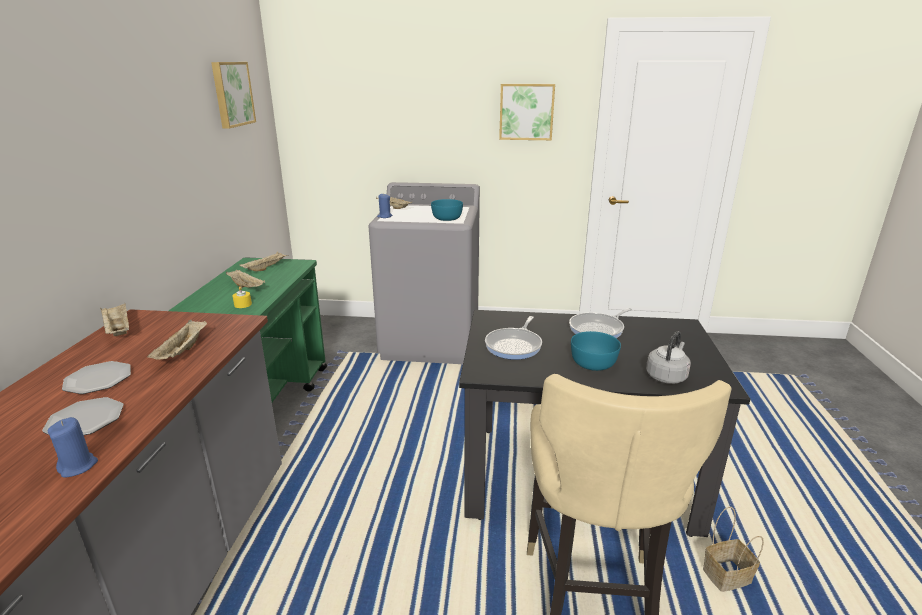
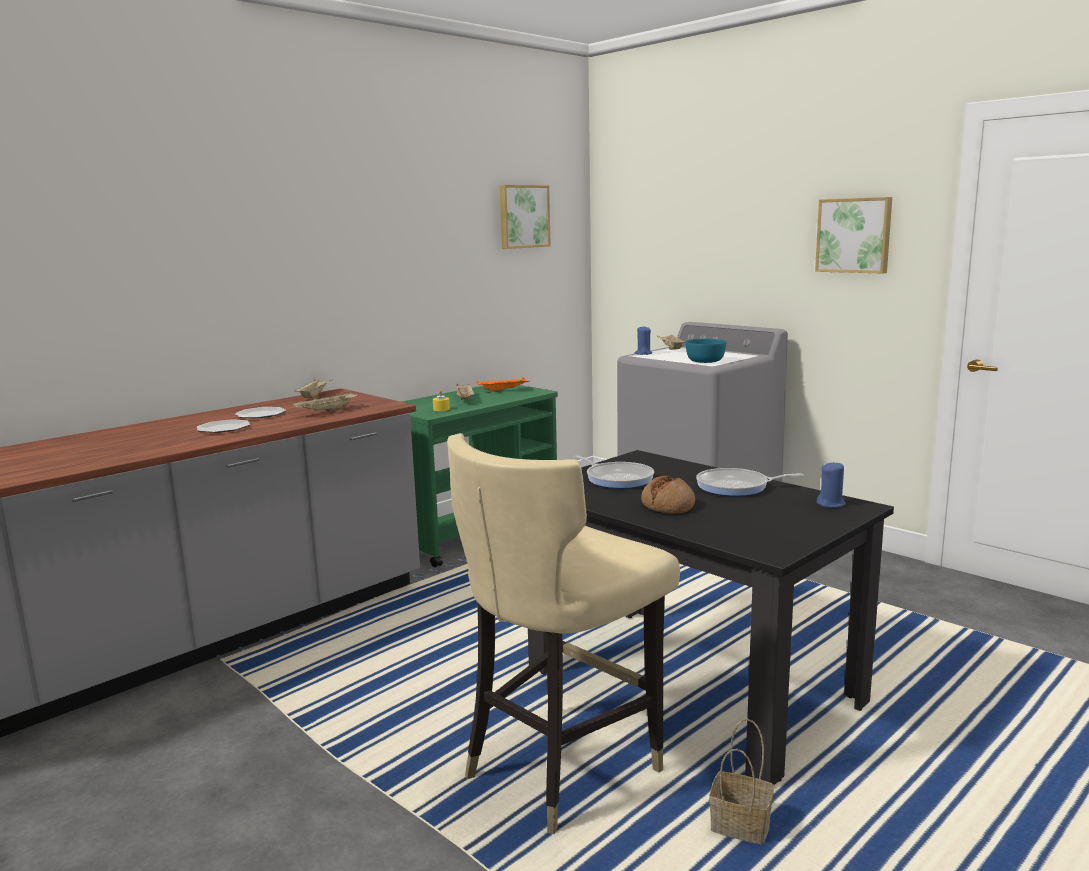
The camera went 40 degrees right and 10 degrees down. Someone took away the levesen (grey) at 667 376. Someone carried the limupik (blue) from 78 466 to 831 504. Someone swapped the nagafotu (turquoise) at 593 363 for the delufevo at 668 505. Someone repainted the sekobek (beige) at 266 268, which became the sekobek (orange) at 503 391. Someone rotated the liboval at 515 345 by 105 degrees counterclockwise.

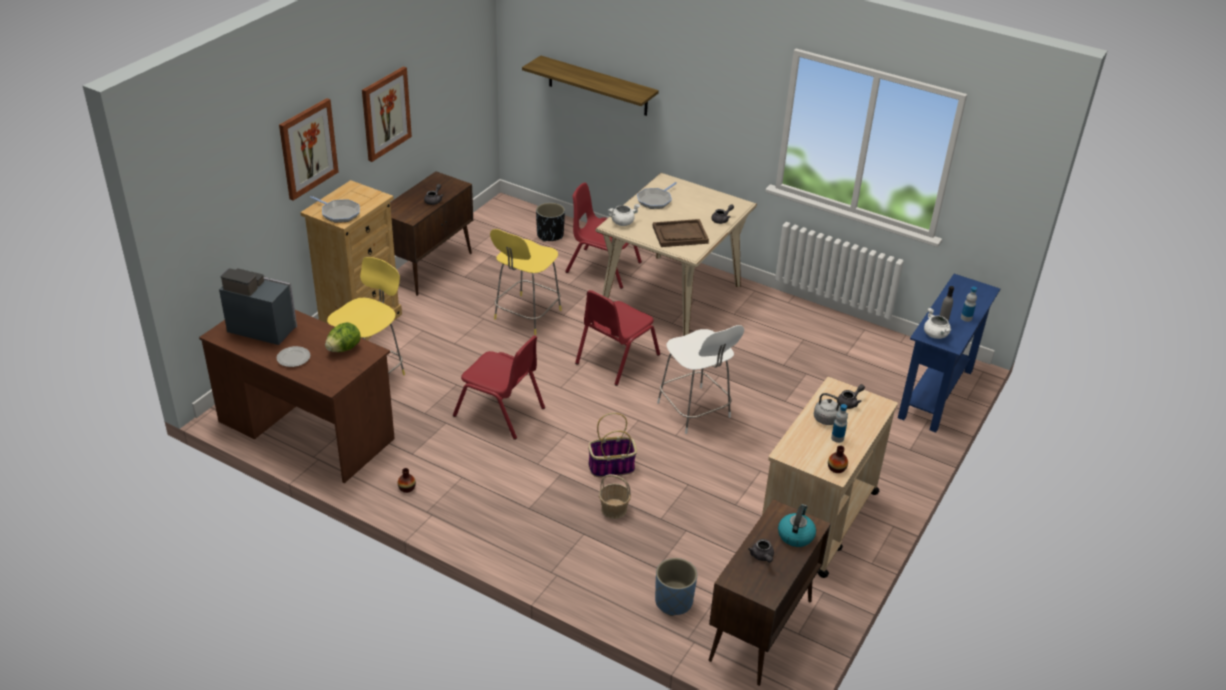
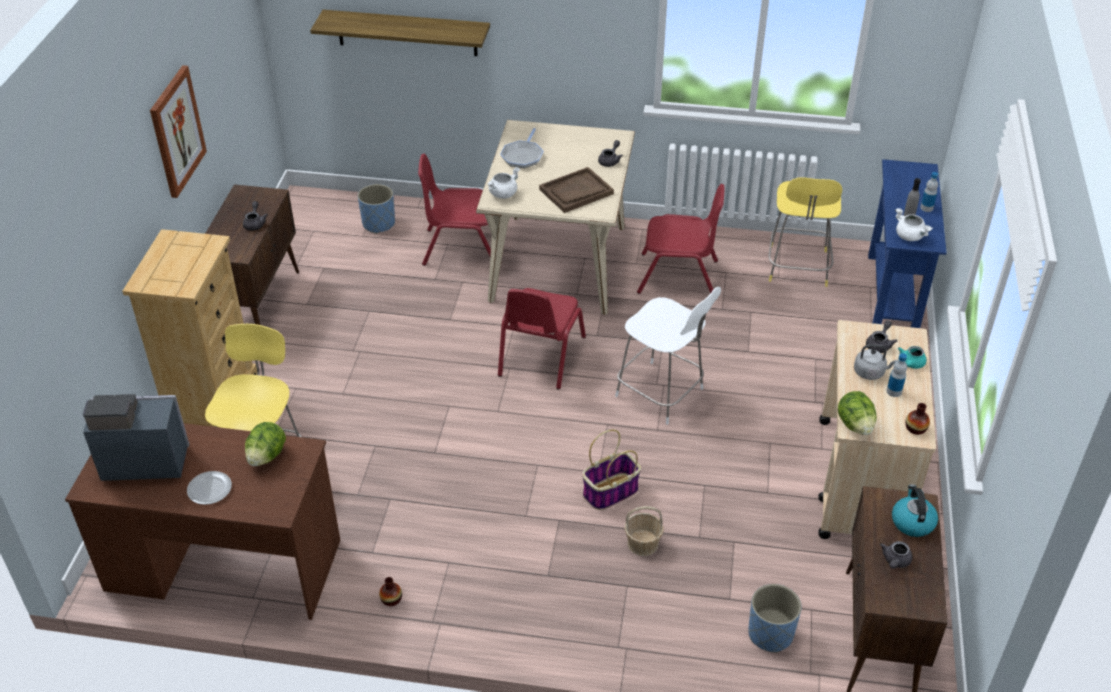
The camera went 20 degrees left and 5 degrees up. Someone took away the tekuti at 308 148. Someone took away the liboval at 339 213. Someone put down the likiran at 855 425. Someone put down the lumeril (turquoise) at 911 364. Someone carried the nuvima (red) from 500 412 to 678 276. Someone carried the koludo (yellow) from 526 316 to 797 268. Someone repainted the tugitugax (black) at 550 235, which became the tugitugax (blue) at 378 224. Someone rotated the lumeril (grey) at 762 557 by 60 degrees clockwise.

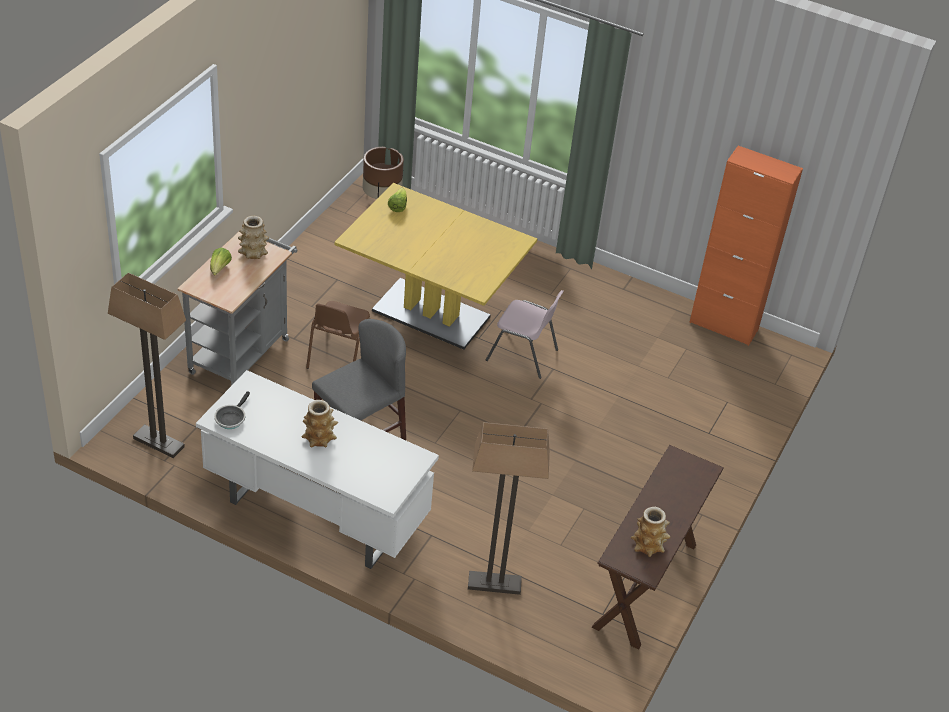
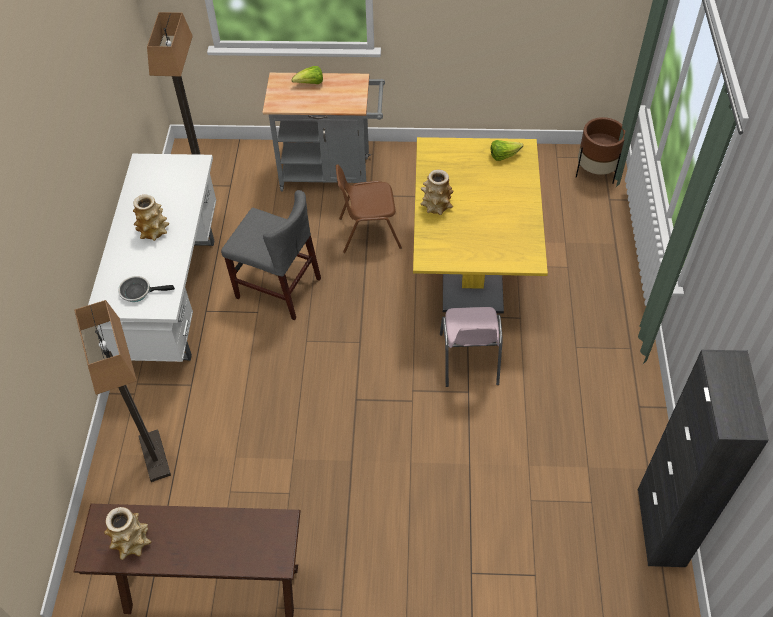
The camera went 70 degrees right and 10 degrees up. Someone carried the liboval from 231 418 to 138 292. Someone carried the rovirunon from 253 253 to 436 206. Someone repainted the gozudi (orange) at 723 326, which became the gozudi (black) at 661 527.

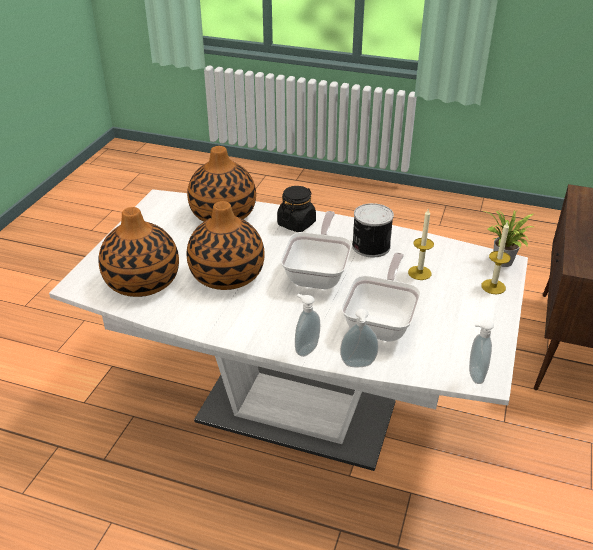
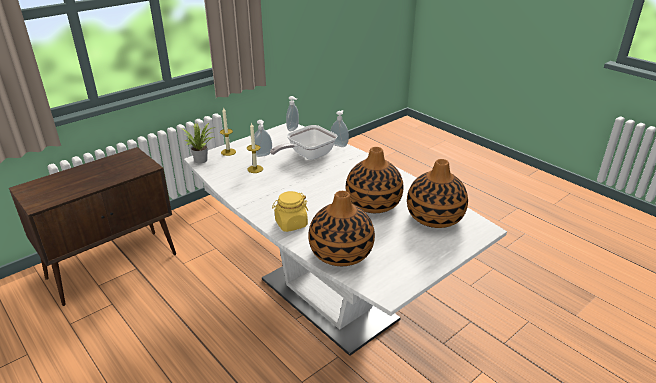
The camera went 150 degrees left and 5 degrees down. Someone took away the liboval at 318 273. Someone took away the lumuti at 370 246. Someone carried the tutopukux from 306 349 to 263 155. Someone repainted the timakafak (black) at 296 223, which became the timakafak (yellow) at 291 224.

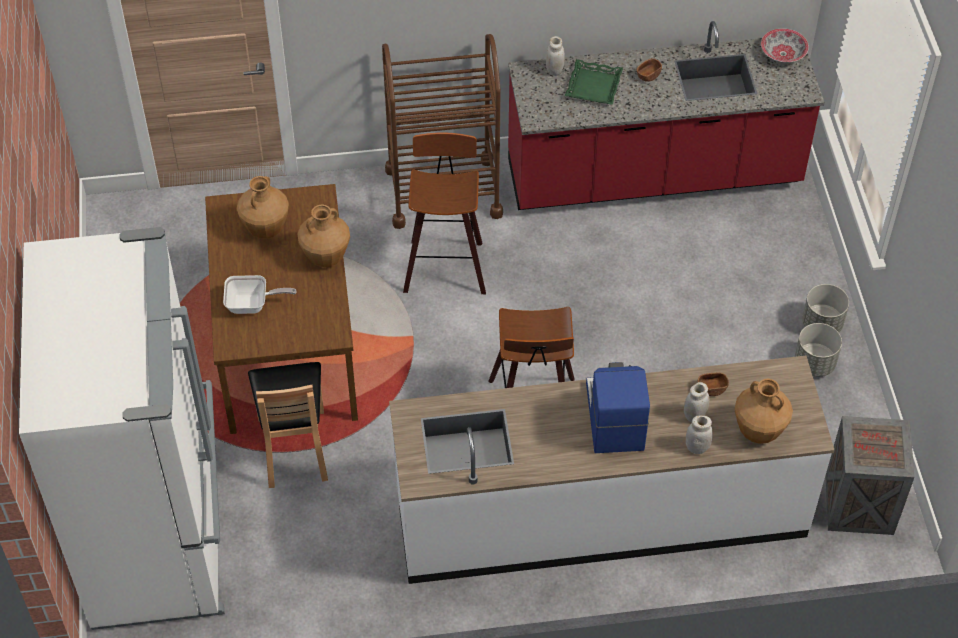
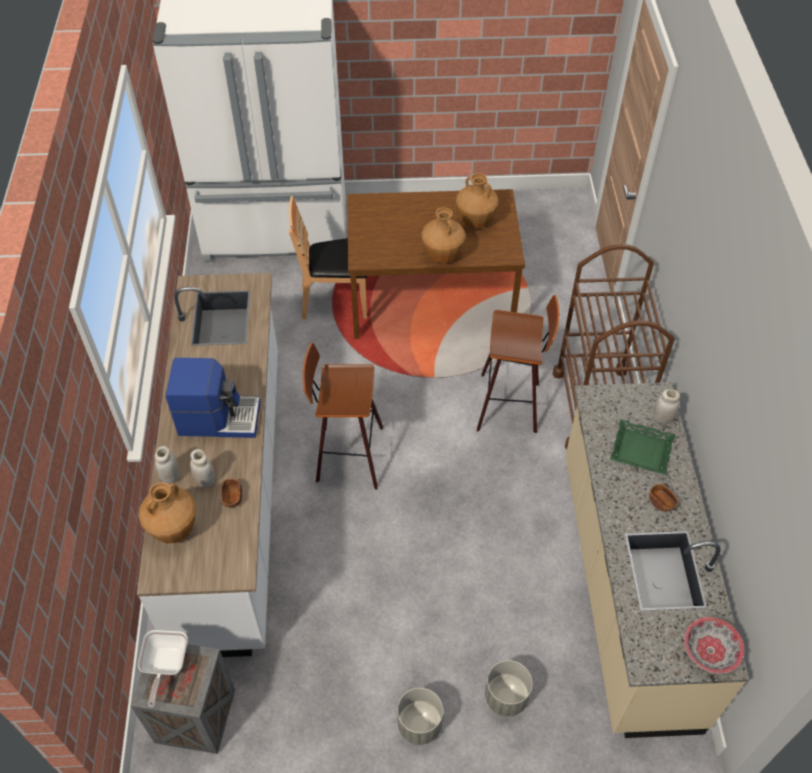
The camera went 95 degrees right and 0 degrees up. Someone carried the liboval from 252 305 to 165 666. Someone carried the tugitugax (grey) from 814 364 to 505 697. Someone repainted the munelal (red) at 653 176, which became the munelal (beige) at 625 587.

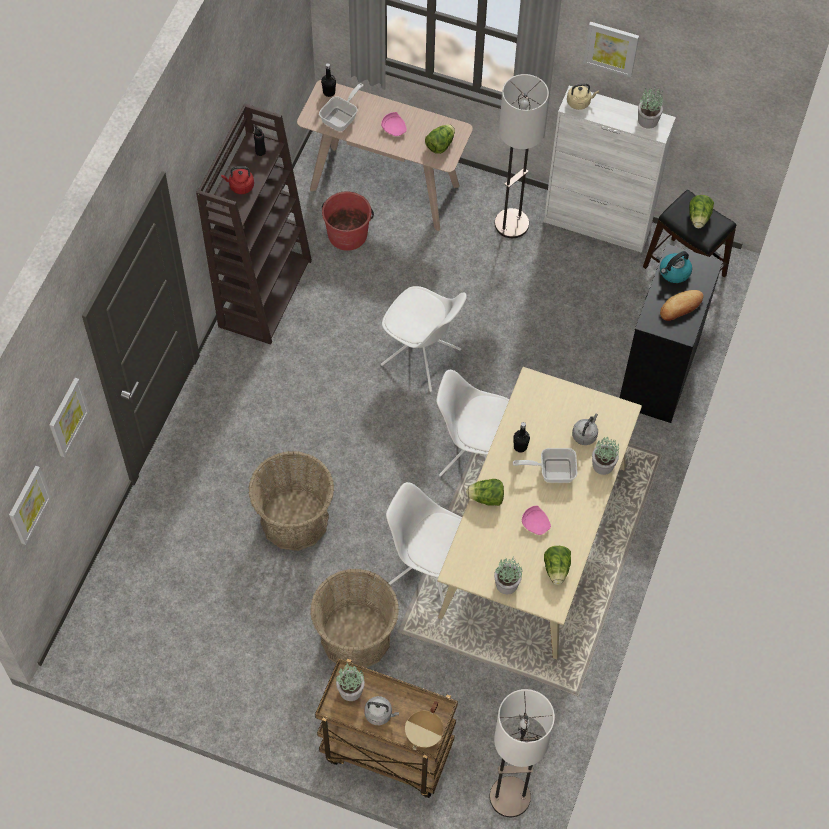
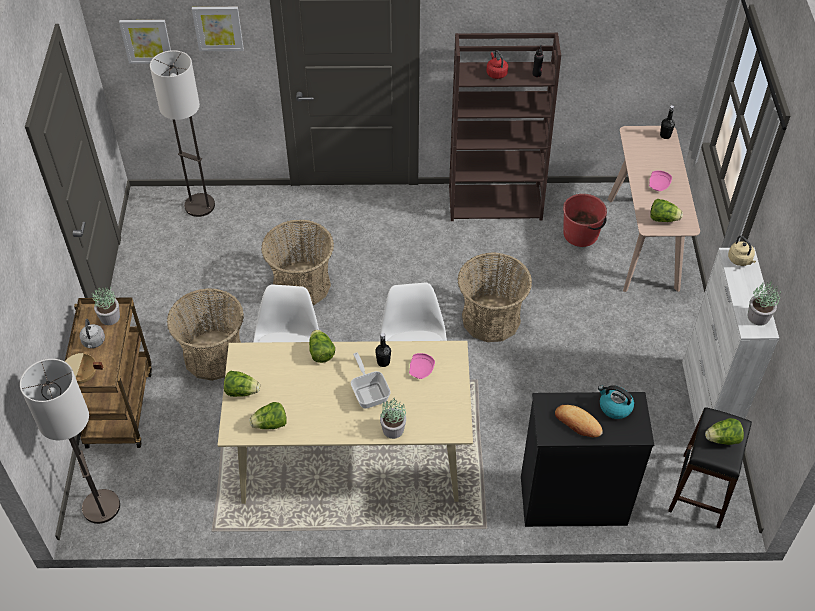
The camera went 70 degrees right and 10 degrees down. Someone took away the liboval at 342 117. Someone took away the levesen (grey) at 585 435. Someone took away the tekuti at 611 48. Someone carried the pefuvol from 511 224 to 200 205. Someone carried the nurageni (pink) from 536 523 to 421 370. Someone swapped the nuvima (white) at 422 358 for the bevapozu at 491 319. Someone swapped the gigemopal at 506 584 for the likiran at 242 391.

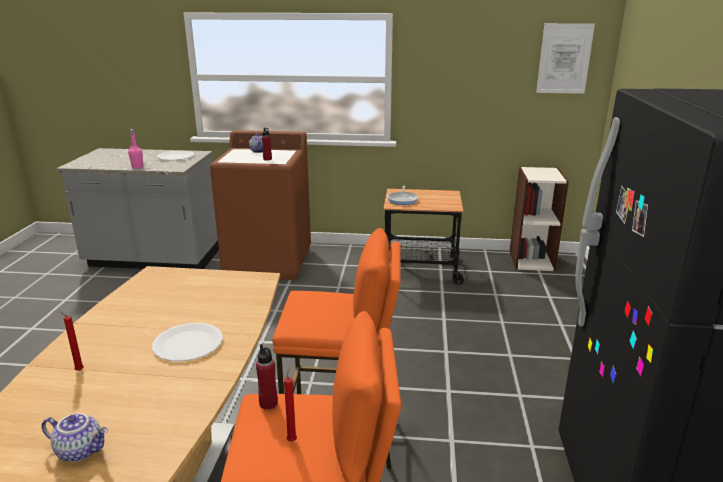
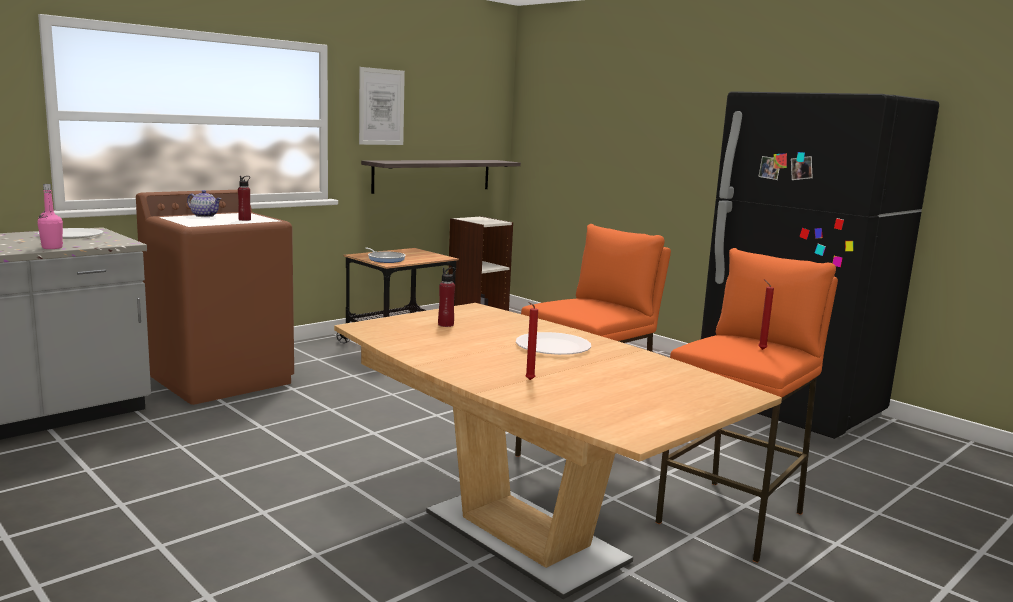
The camera went 50 degrees left and 10 degrees down. Someone took away the lumeril at 81 450. Someone put up the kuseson at 433 175. Someone carried the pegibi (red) from 268 403 to 446 324. Someone carried the tekuti from 564 58 to 381 107.

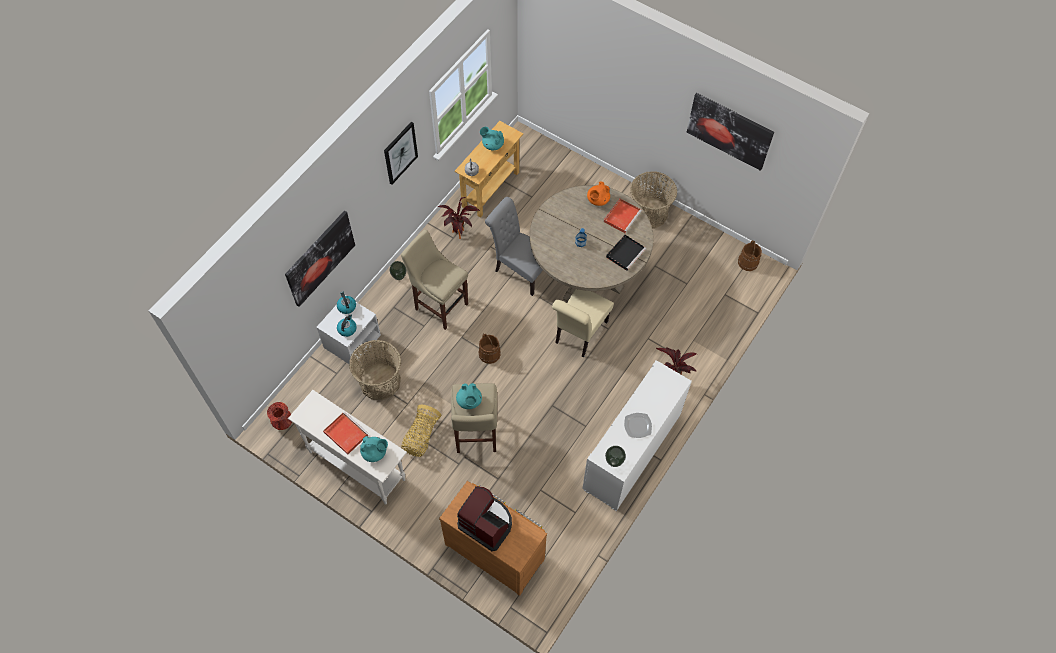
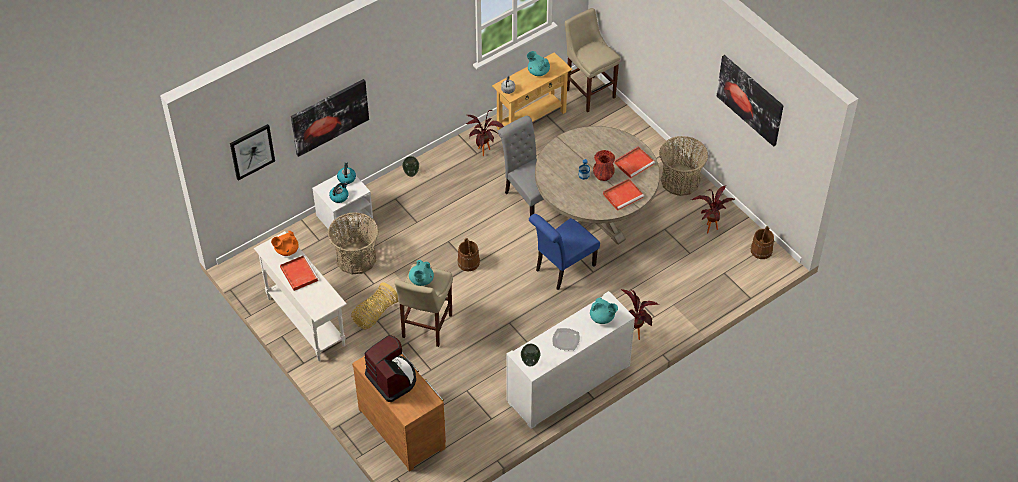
The camera went 20 degrees right and 10 degrees down. Someone put down the gigemopal at 708 226. Someone carried the rovirunon (red) from 283 423 to 603 176. Someone carried the lumeril (turquoise) from 375 452 to 602 318. Someone carried the tekuti from 400 153 to 252 151. Someone carried the koludo (beige) from 439 305 to 589 92. Someone carried the lumeril (orange) from 597 200 to 286 250. Someone repainted the nuvima (beige) at 579 334, which became the nuvima (blue) at 562 269. Someone repainted the sekobek (black) at 625 253, which became the sekobek (red) at 623 195.

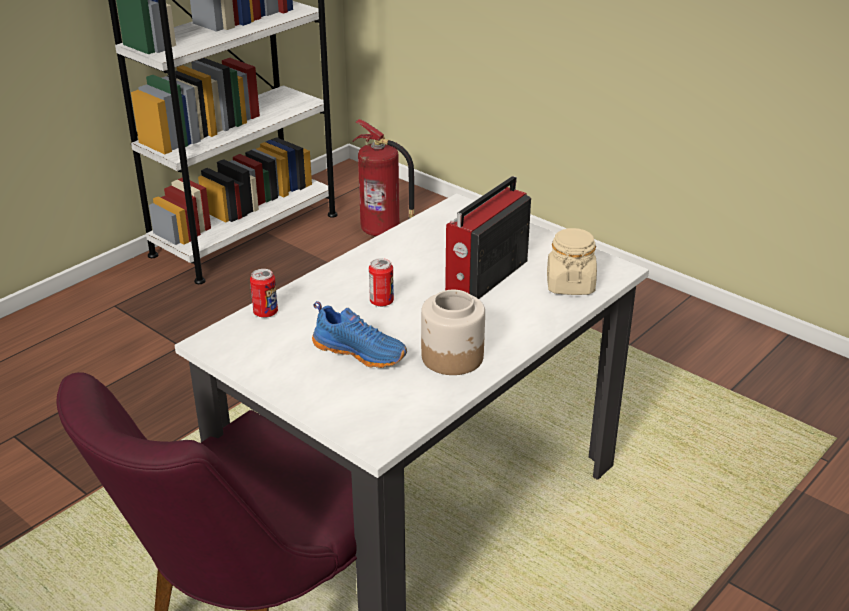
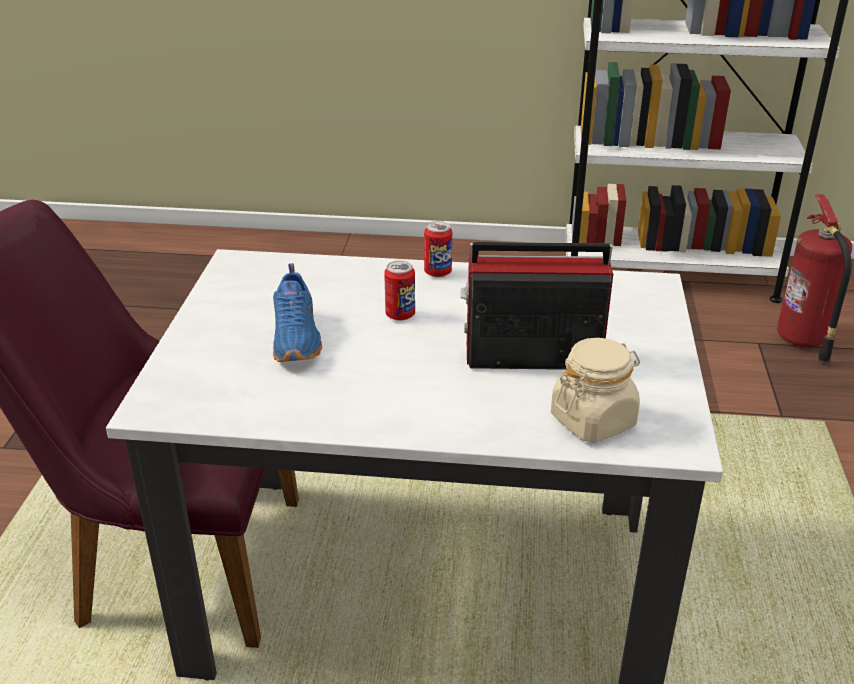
The camera went 55 degrees right and 0 degrees up. Someone took away the timakafak at 453 357. Someone carried the lumuti from 265 313 to 438 272.

